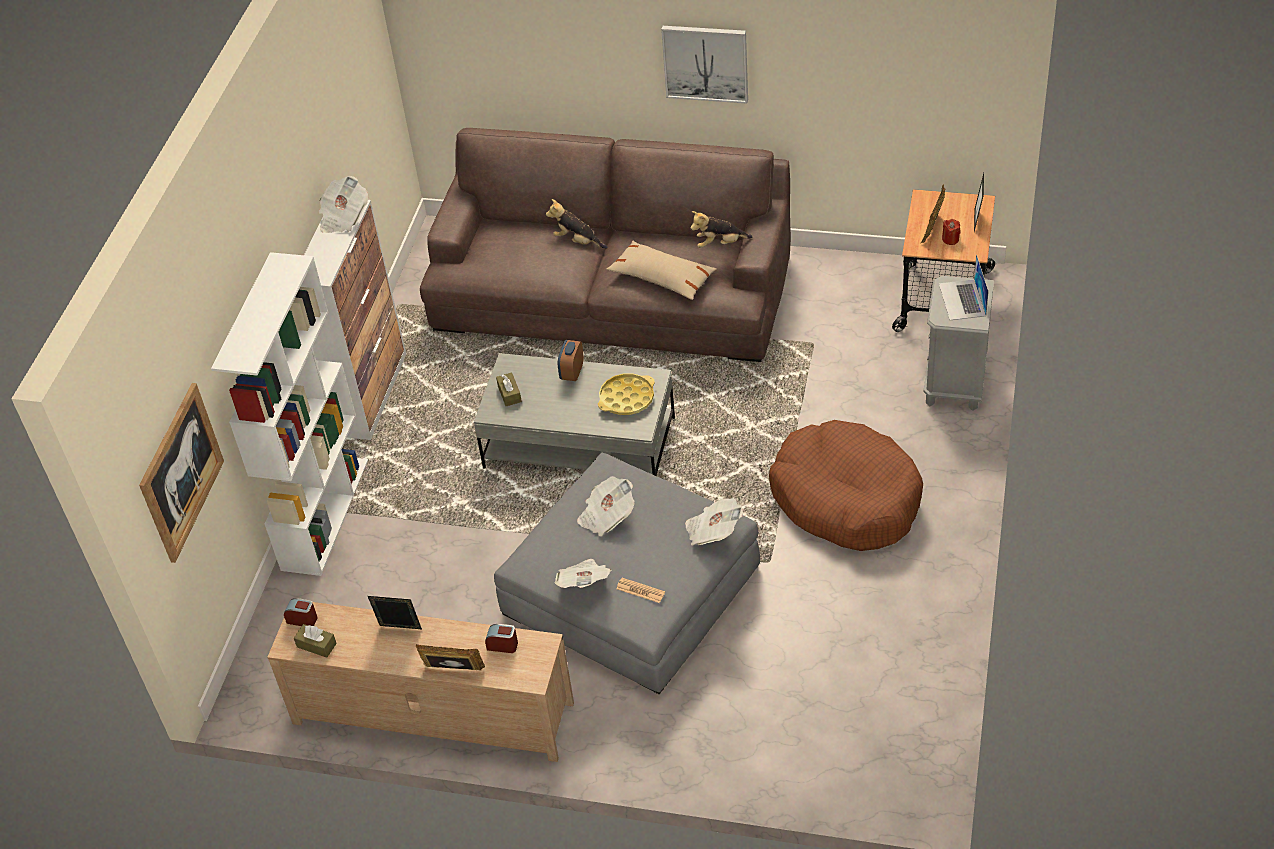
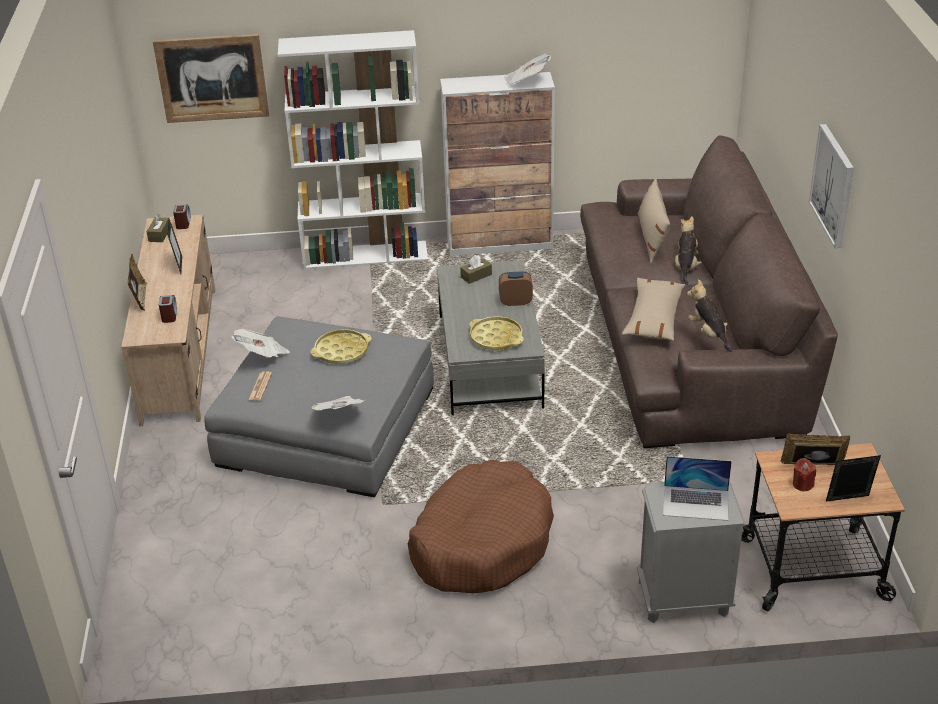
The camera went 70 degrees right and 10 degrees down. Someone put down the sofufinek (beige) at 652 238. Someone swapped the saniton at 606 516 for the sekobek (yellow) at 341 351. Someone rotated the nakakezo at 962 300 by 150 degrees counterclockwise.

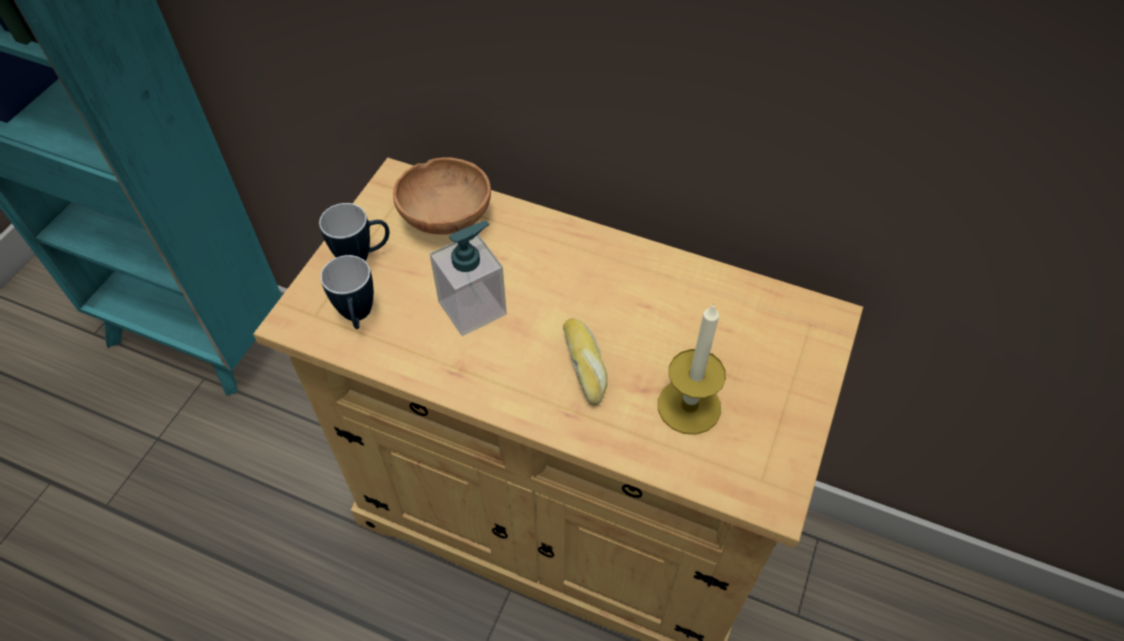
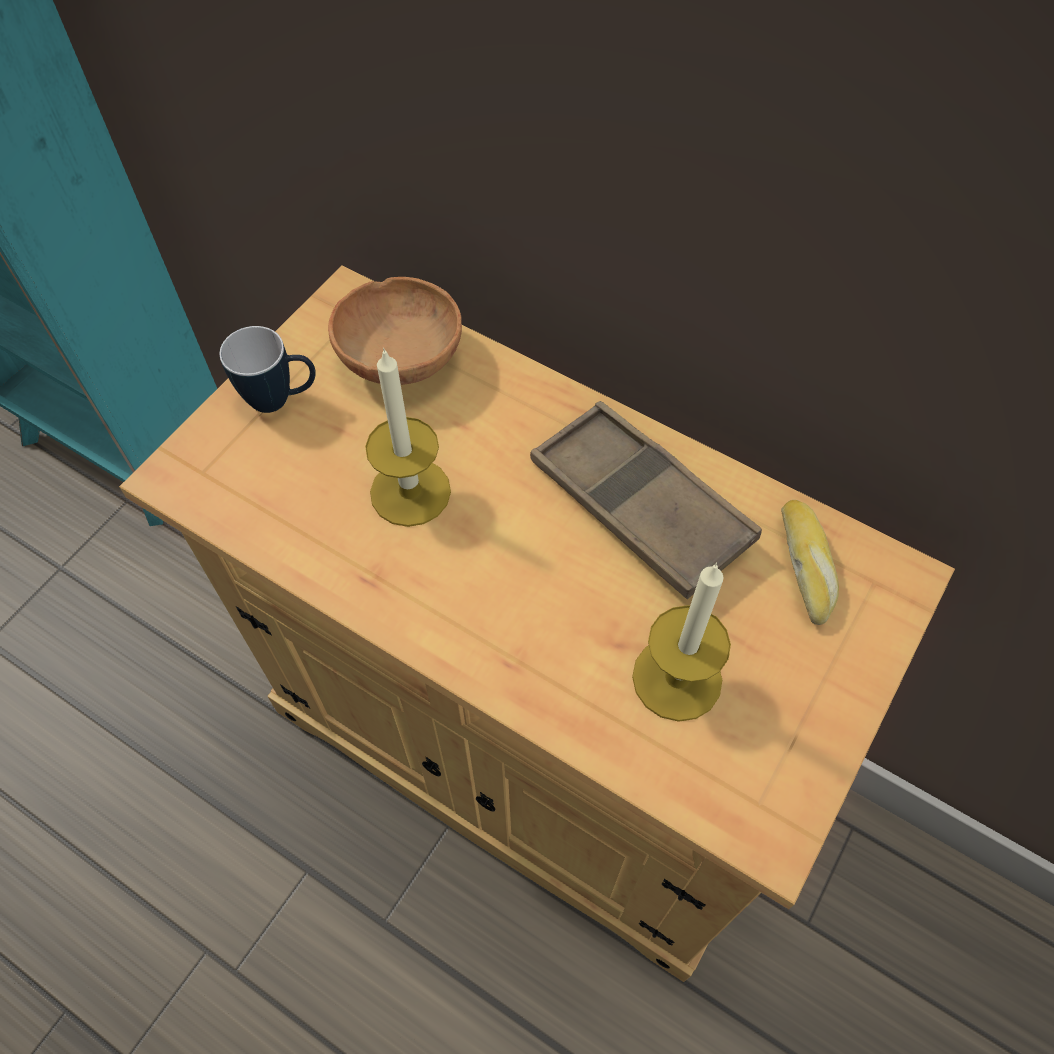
The camera went 10 degrees right and 5 degrees up. Someone took away the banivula at 358 318. Someone put down the sekobek (brown) at 639 505. Someone carried the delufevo from 586 365 to 807 566. Someone swapped the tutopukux at 472 308 for the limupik at 410 492.

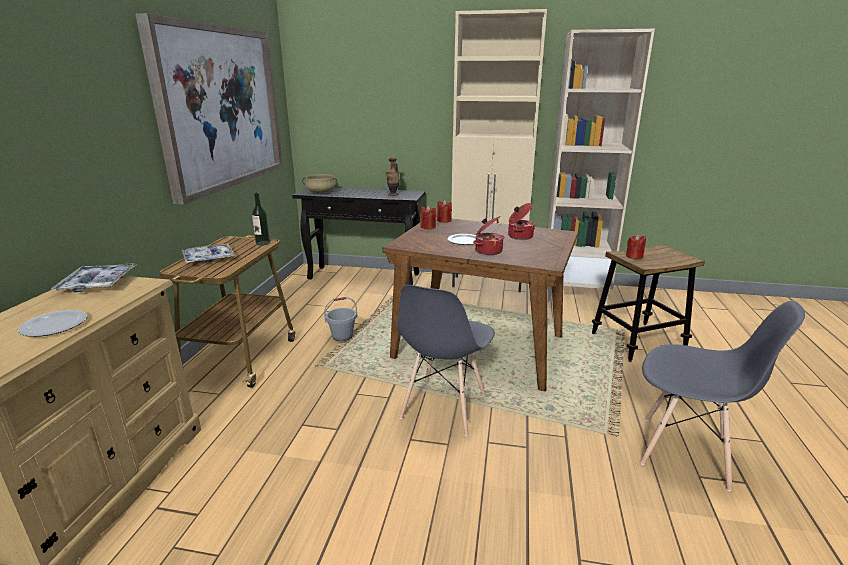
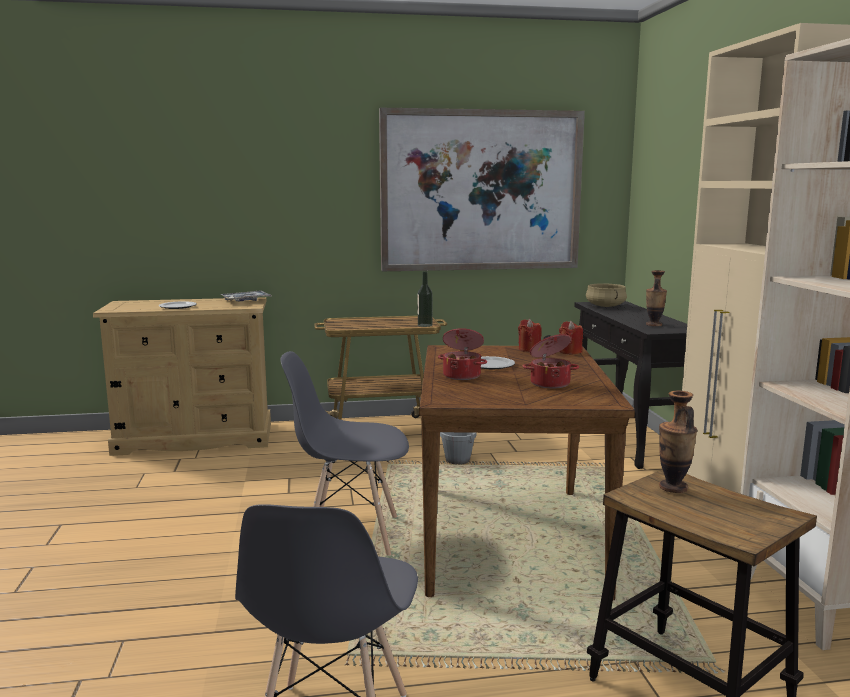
The camera went 70 degrees right and 10 degrees down. Someone took away the sekobek at 208 259. Someone swapped the limupik (red) at 634 256 for the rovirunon at 673 487.

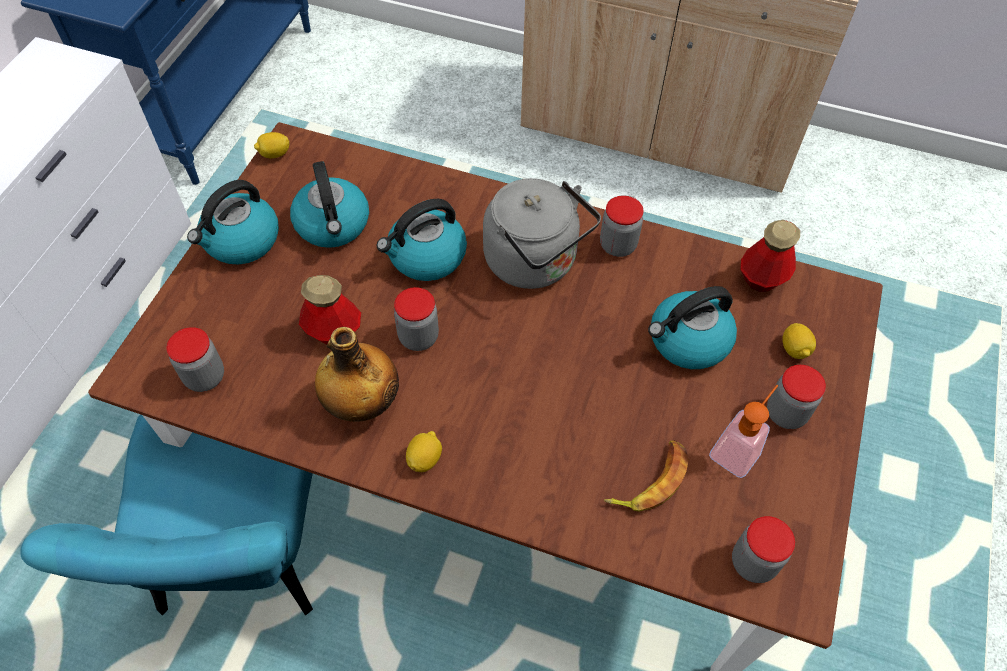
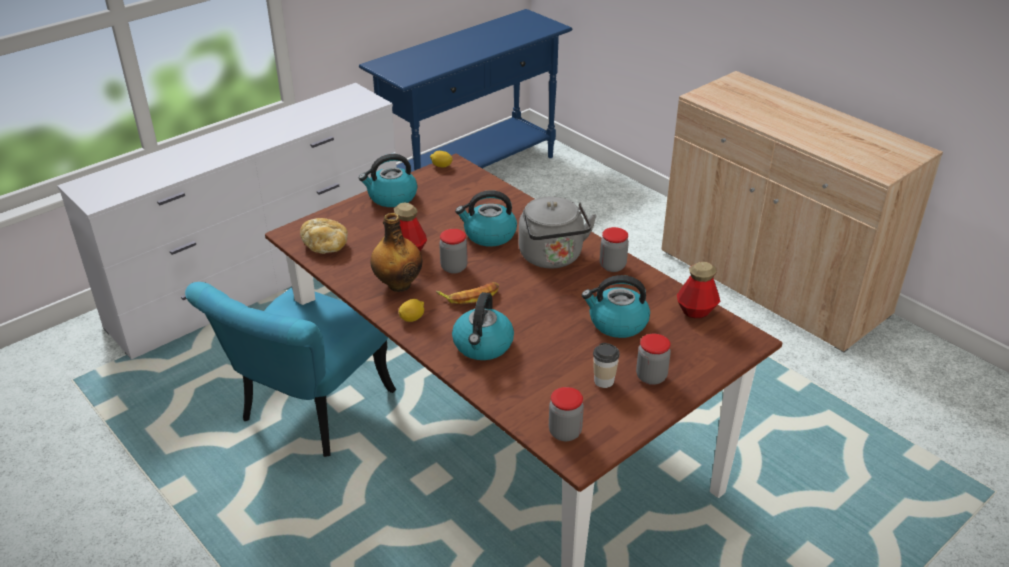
The camera went 30 degrees right and 20 degrees down. Someone took away the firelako at 794 349. Someone carried the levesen from 333 225 to 483 345. Someone carried the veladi from 650 481 to 470 296. Someone swapped the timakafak at 205 377 for the delufevo at 326 246. Someone swapped the tutopukux at 738 449 for the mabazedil at 604 381.

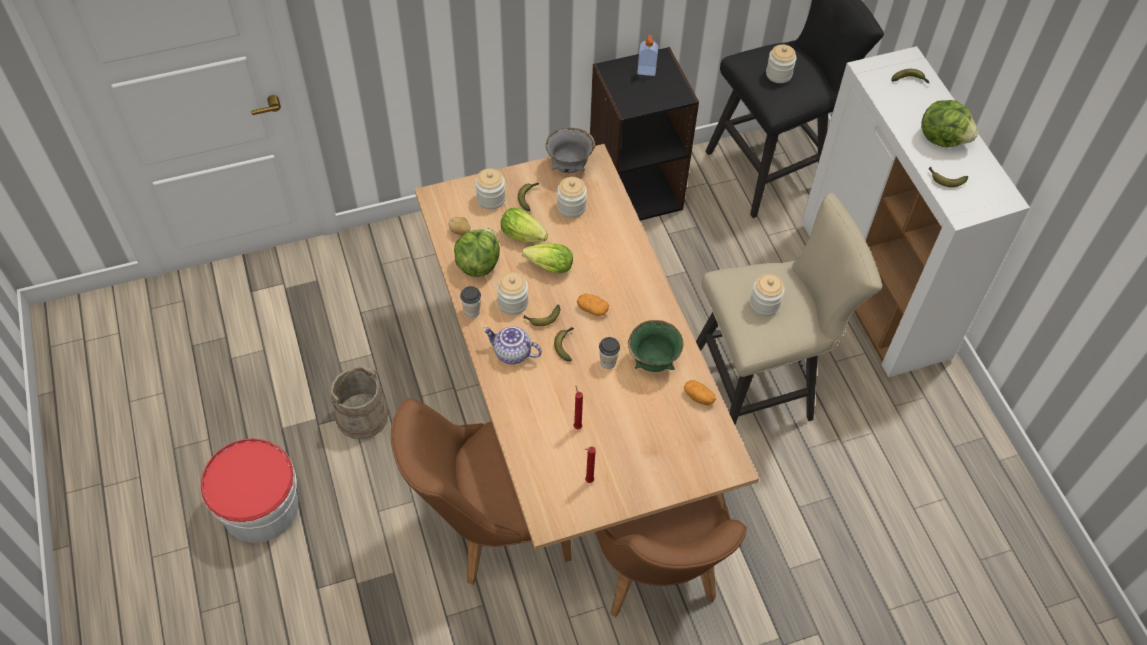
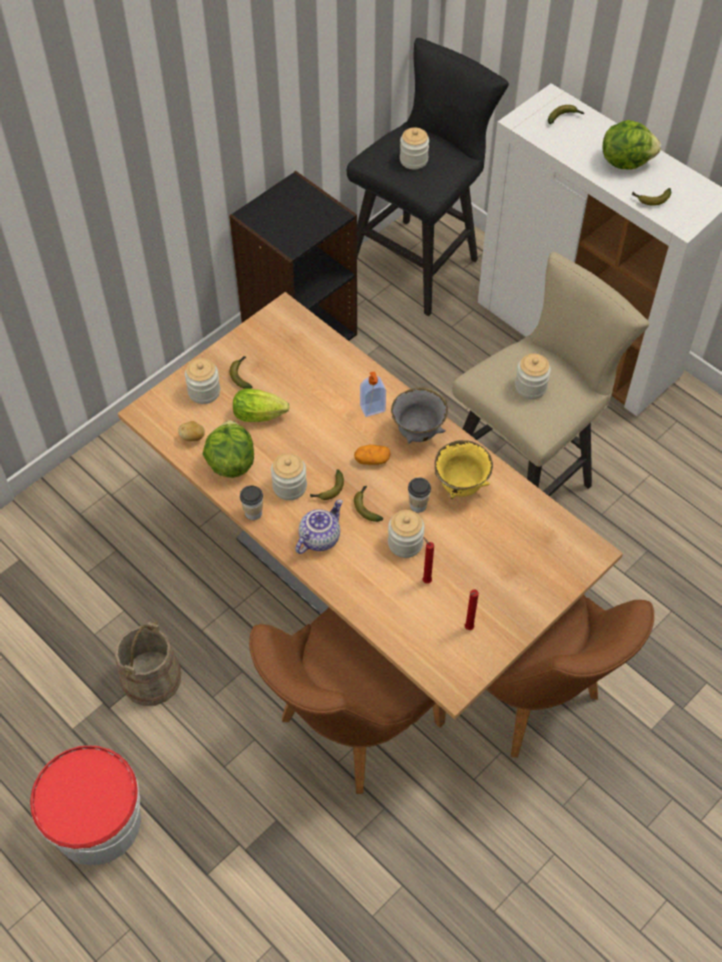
The camera went 25 degrees left and 0 degrees up. Someone took away the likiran at 547 266. Someone took away the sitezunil at 698 397. Someone carried the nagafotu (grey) from 569 167 to 418 432. Someone carried the timakafak from 571 207 to 405 543. Someone carried the tutopukux from 646 71 to 373 409. Someone repainted the nagafotu (green) at 653 361, which became the nagafotu (yellow) at 460 486. Someone rotated the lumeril at 512 353 by 135 degrees clockwise.

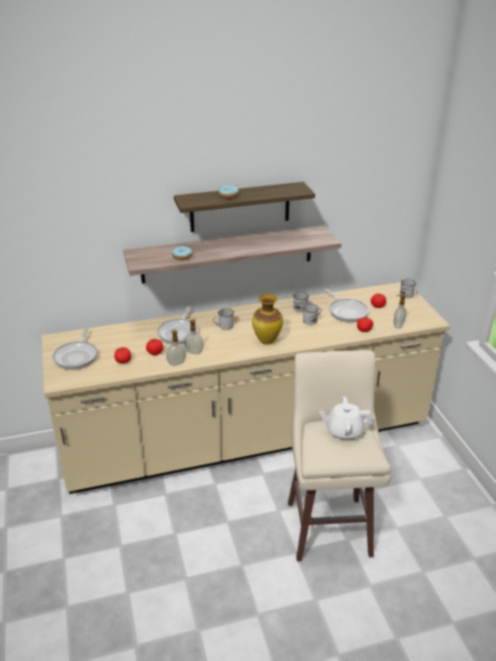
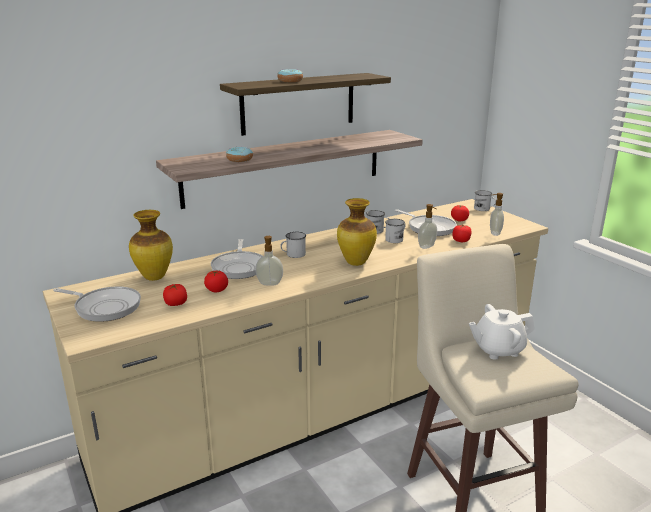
The camera went 15 degrees left and 10 degrees down. Someone put down the rovirunon at 155 277. Someone carried the tutopukux from 177 363 to 427 247. Someone rotated the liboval at 77 356 by 60 degrees counterclockwise.

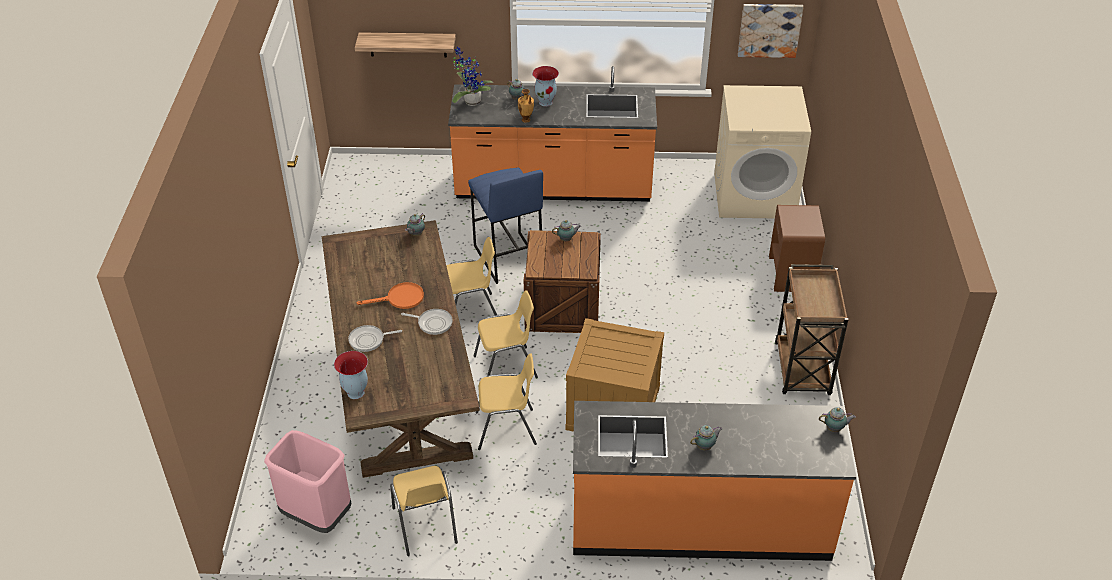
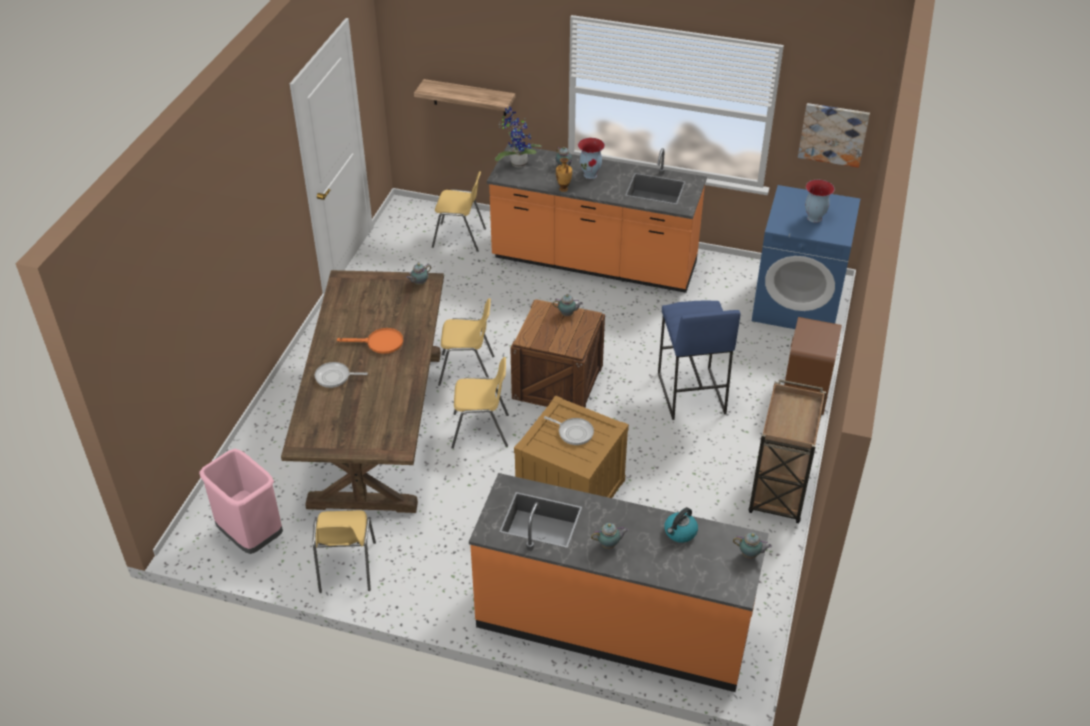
The camera went 15 degrees right and 0 degrees up. Someone put down the levesen at 680 532. Someone carried the rovirunon from 355 393 to 814 218. Someone carried the liboval from 433 323 to 573 432. Someone carried the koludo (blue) from 507 257 to 690 393. Someone carried the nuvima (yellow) from 506 429 to 459 238. Someone repainted the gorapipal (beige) at 755 195, which became the gorapipal (blue) at 797 305.

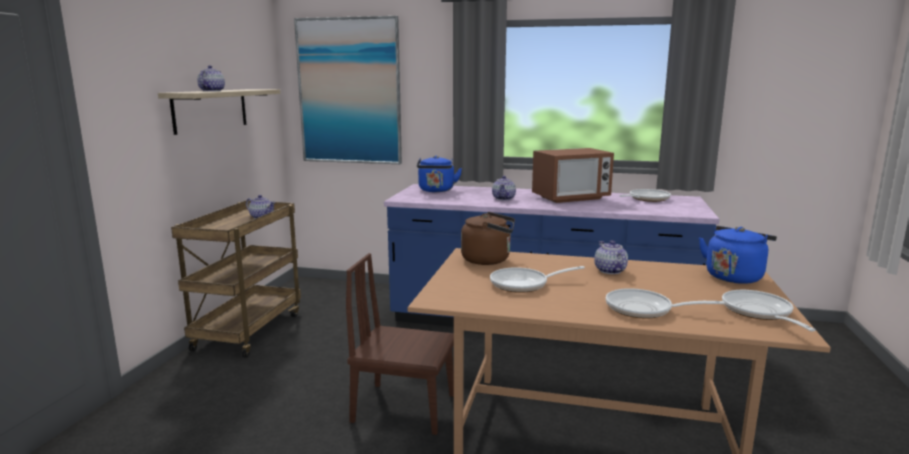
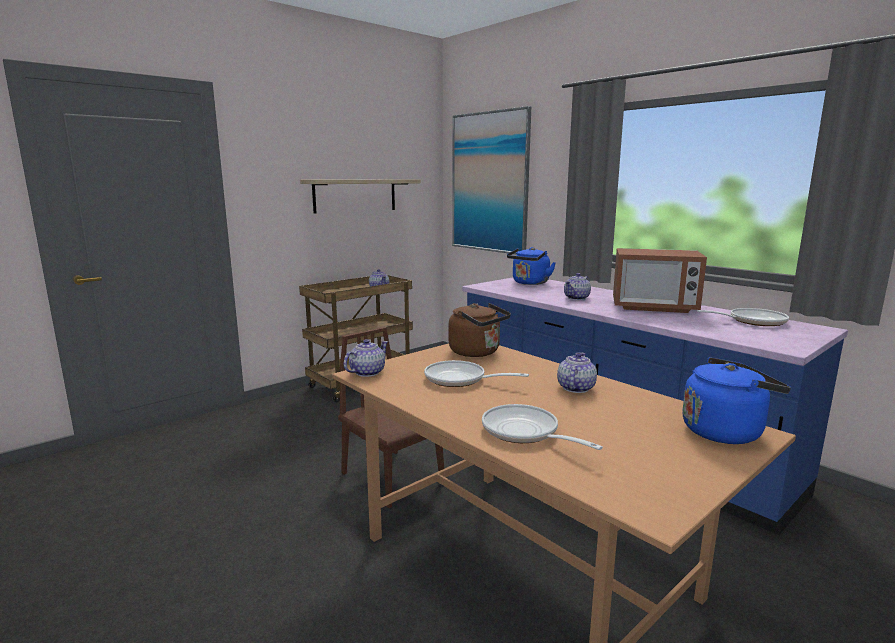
The camera went 35 degrees right and 0 degrees up. Someone took away the liboval at 759 313. Someone carried the lumeril from 211 91 to 367 372.

